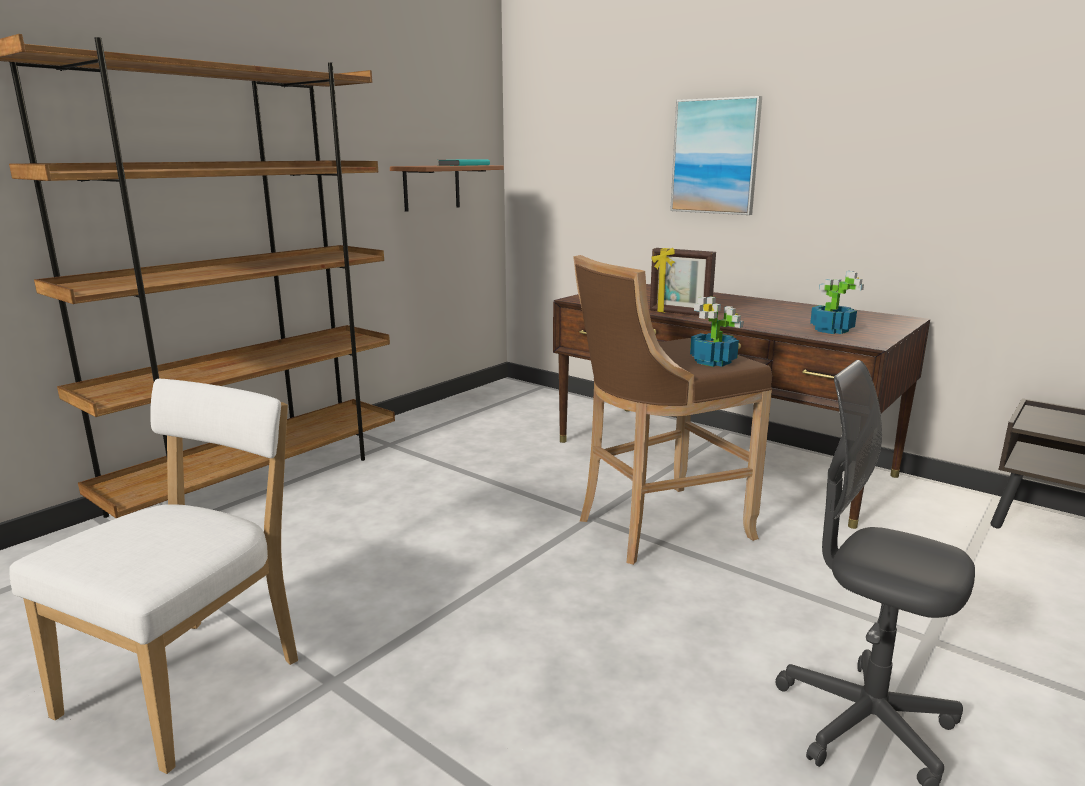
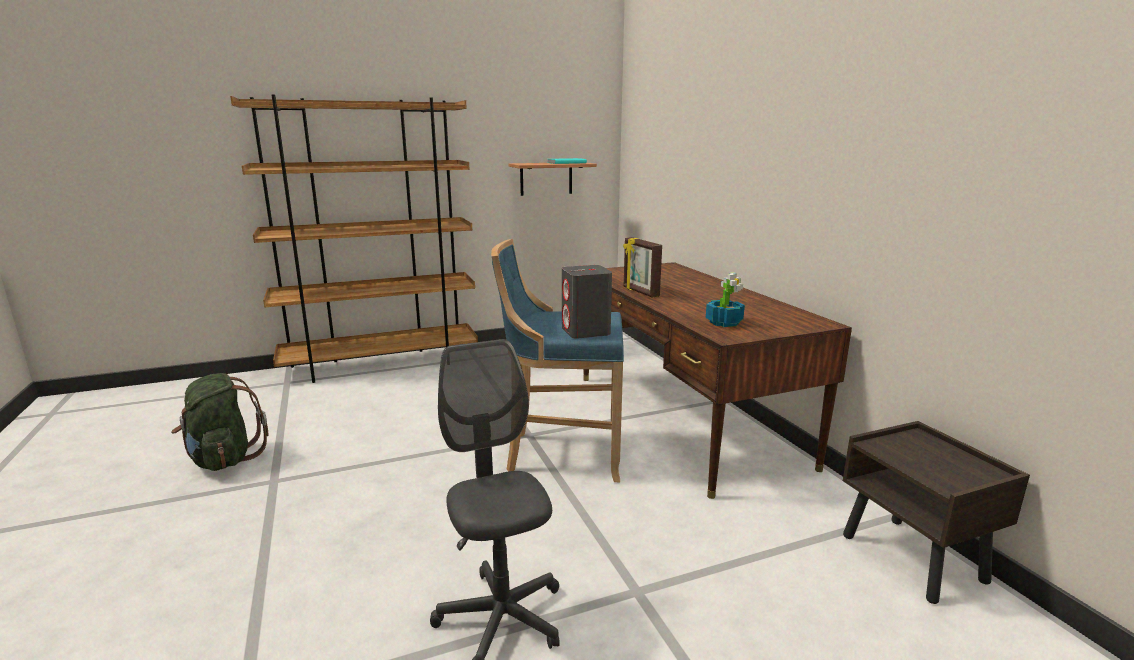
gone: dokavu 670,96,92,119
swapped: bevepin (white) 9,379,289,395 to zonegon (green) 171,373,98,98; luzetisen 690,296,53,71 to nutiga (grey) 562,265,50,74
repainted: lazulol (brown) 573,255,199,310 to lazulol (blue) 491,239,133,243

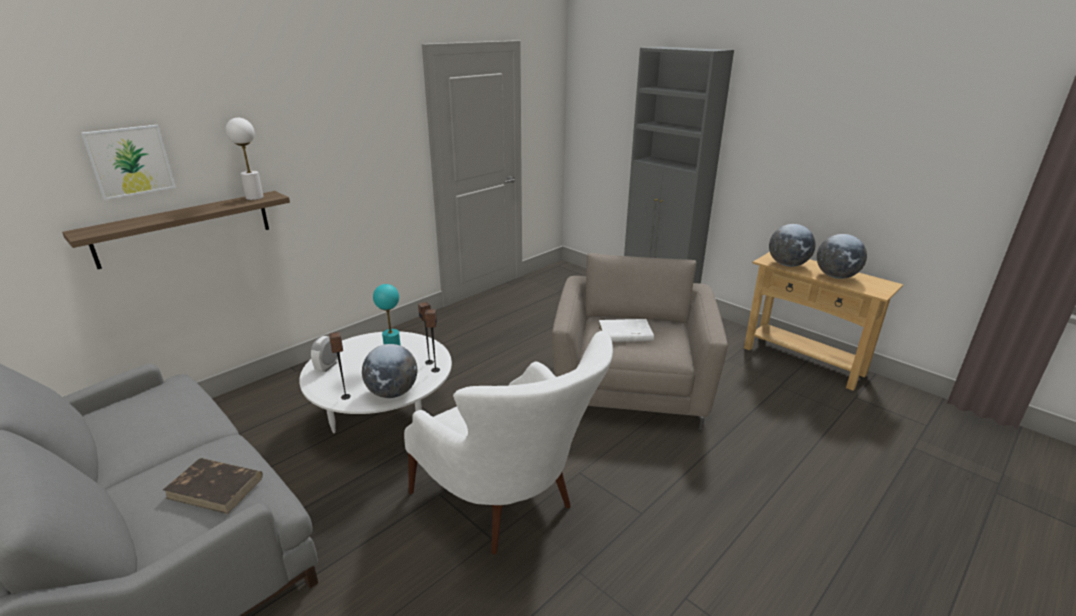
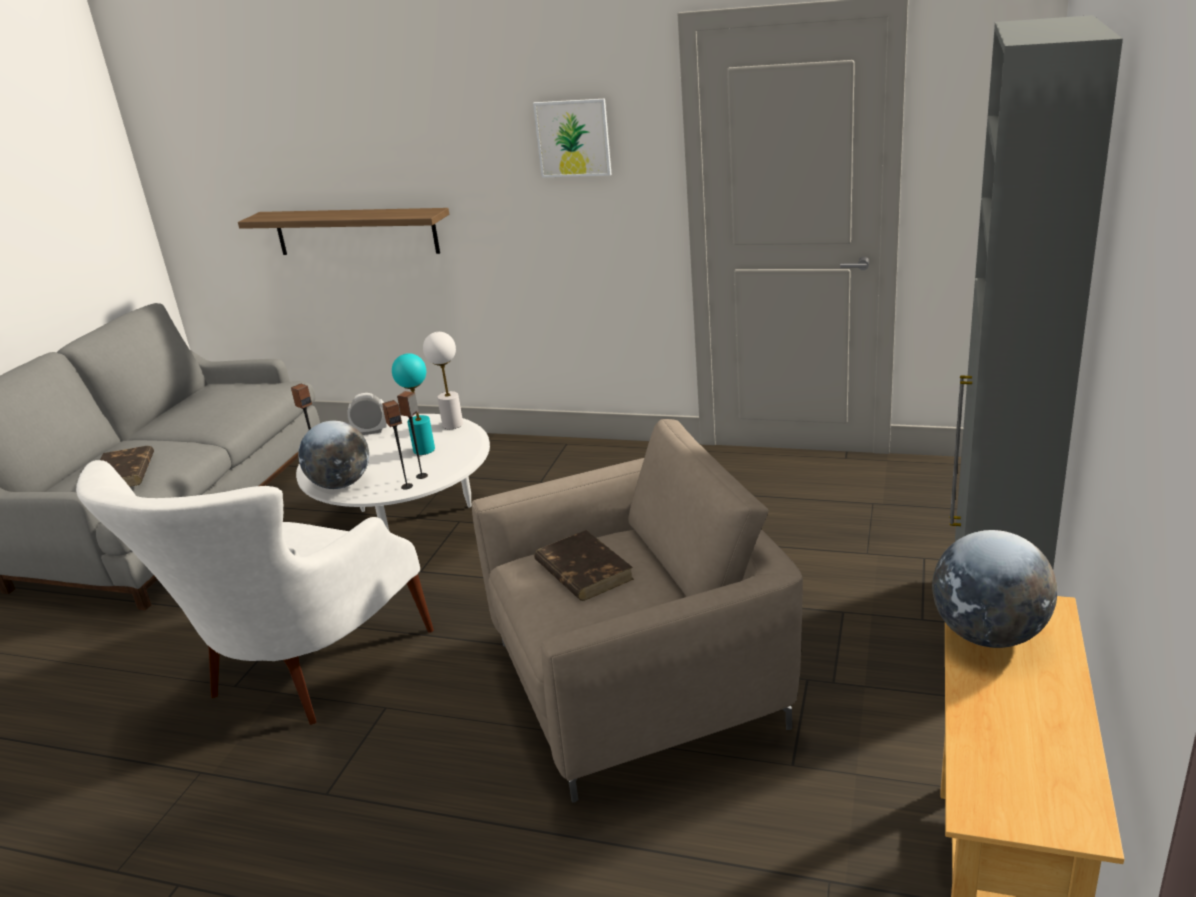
gone: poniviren 817,234,50,45
shifted: dokavu 81,125,95,75 to 533,99,78,79; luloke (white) 226,118,38,82 to 423,332,40,97
repainted: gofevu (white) 599,319,55,23 to gofevu (brown) 534,530,100,71

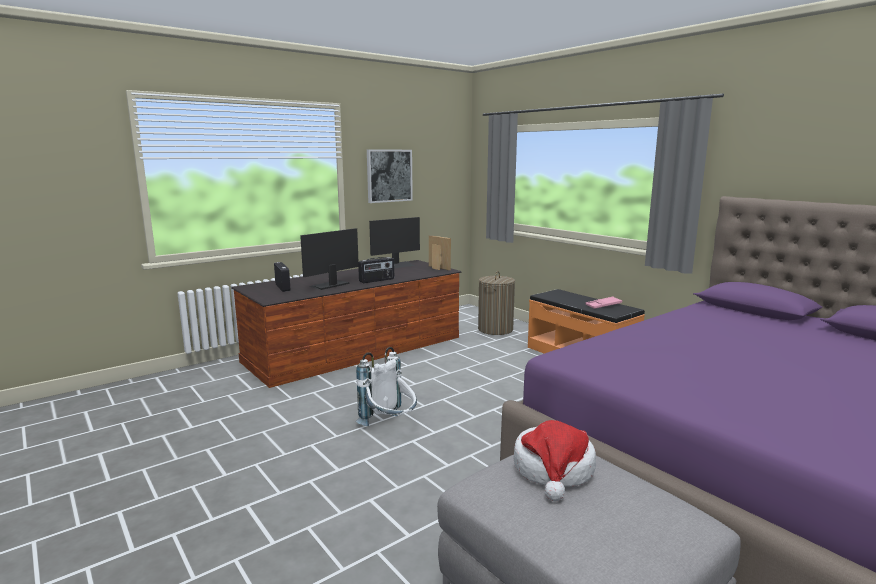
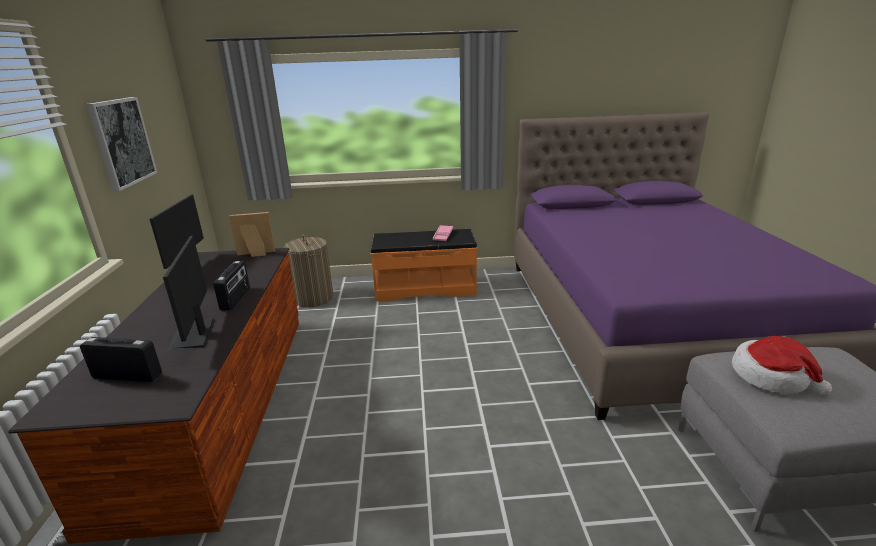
gone: zonegon (white) 356,347,61,79

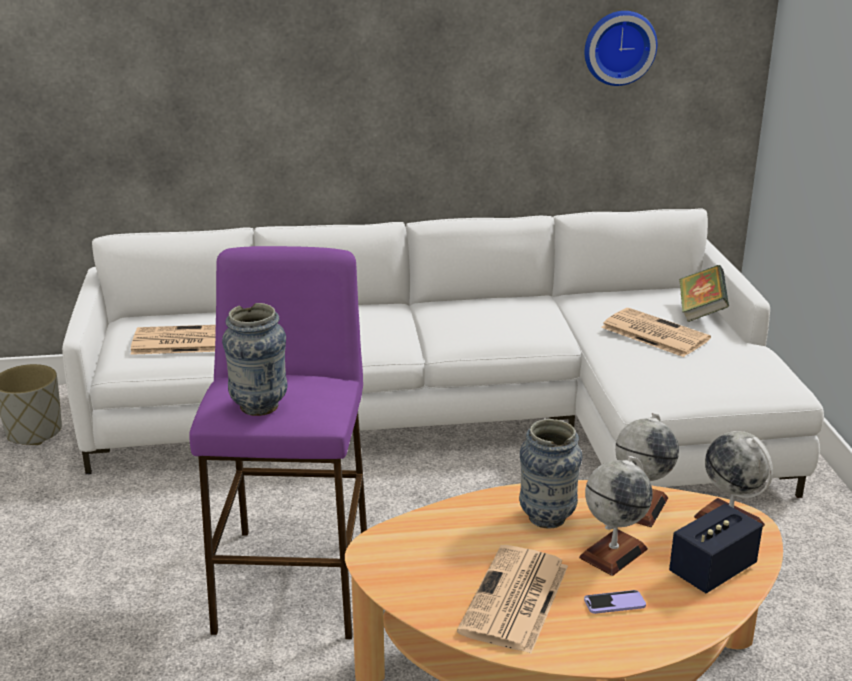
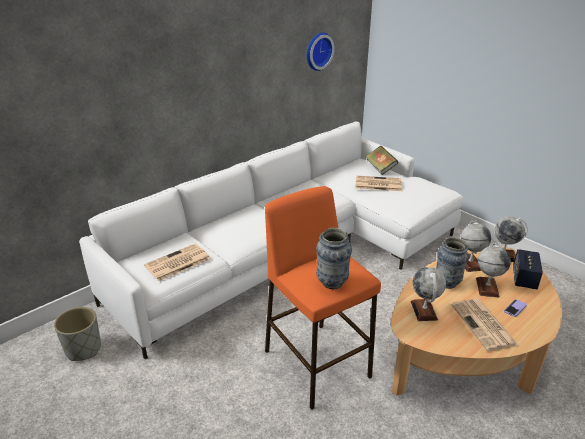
new: poniviren 411,267,35,54
repainted: lazulol (purple) 189,246,178,393 to lazulol (orange) 265,186,116,224

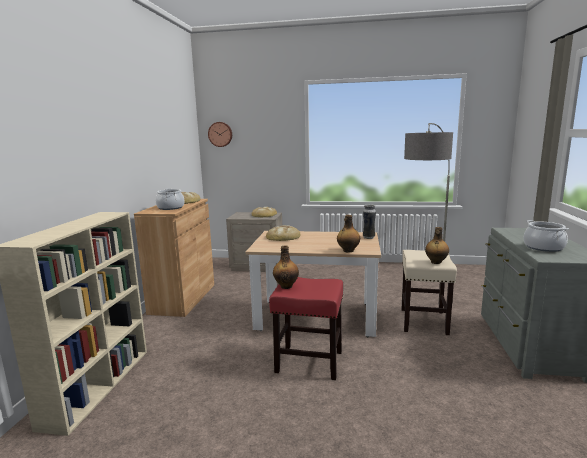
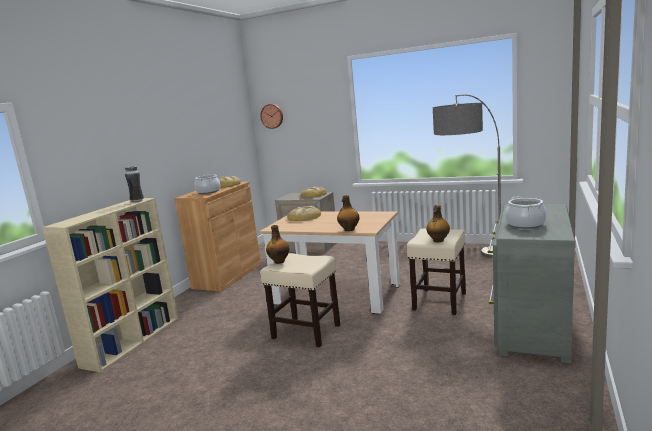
shifted: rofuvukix 363,204,13,35 to 125,166,19,37
repainted: lazulol (red) 269,277,74,103 to lazulol (beige) 260,253,80,94

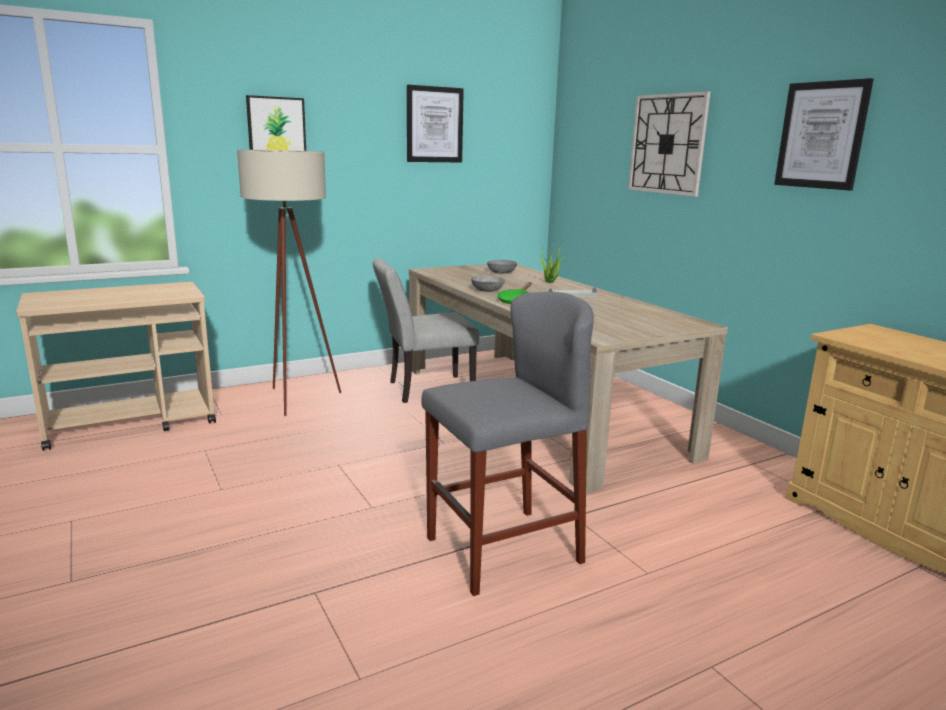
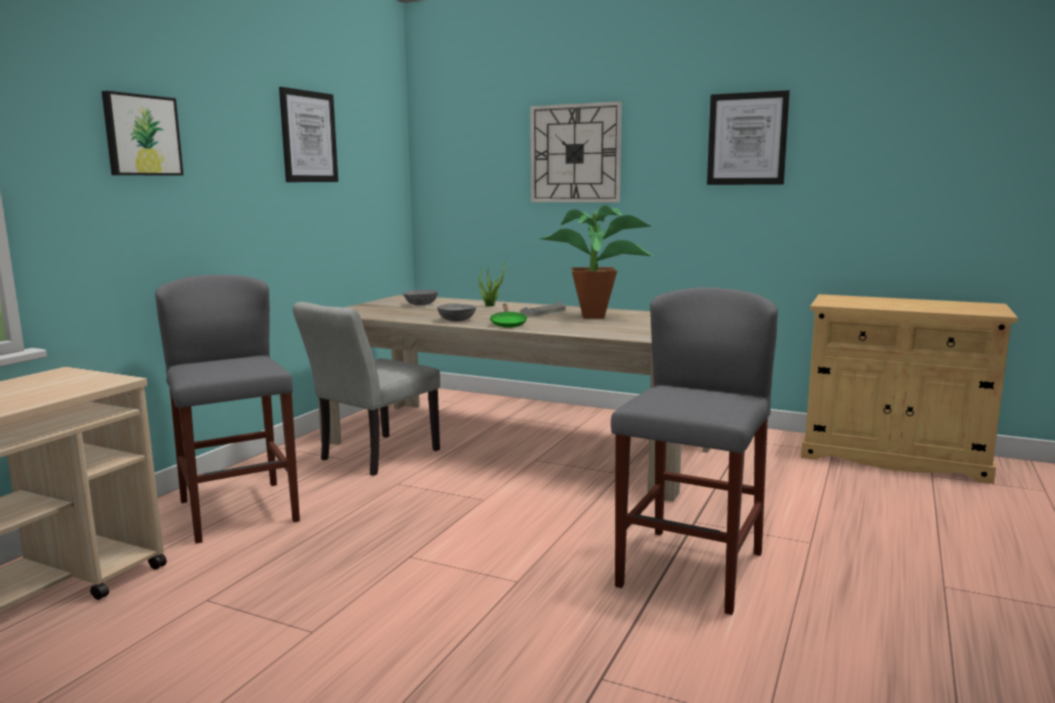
new: luzetisen 539,205,114,114
swapped: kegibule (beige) 237,150,104,266 to lazulol (grey) 155,275,145,269

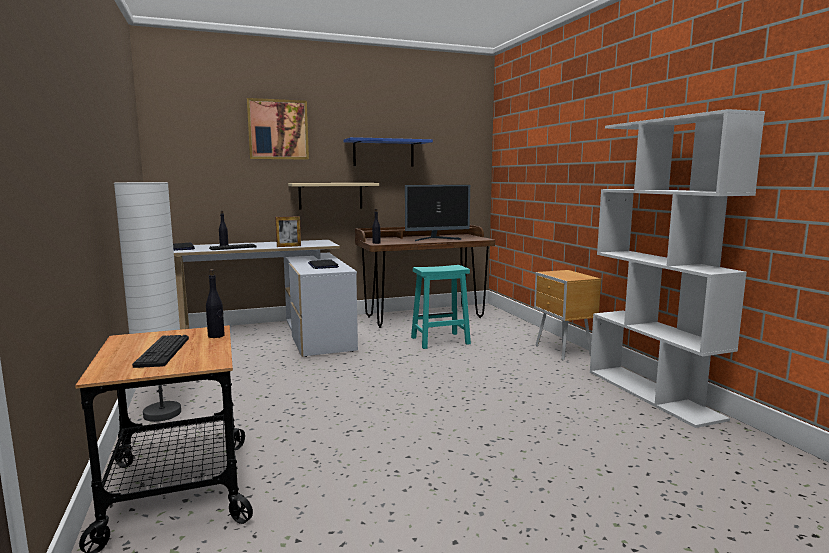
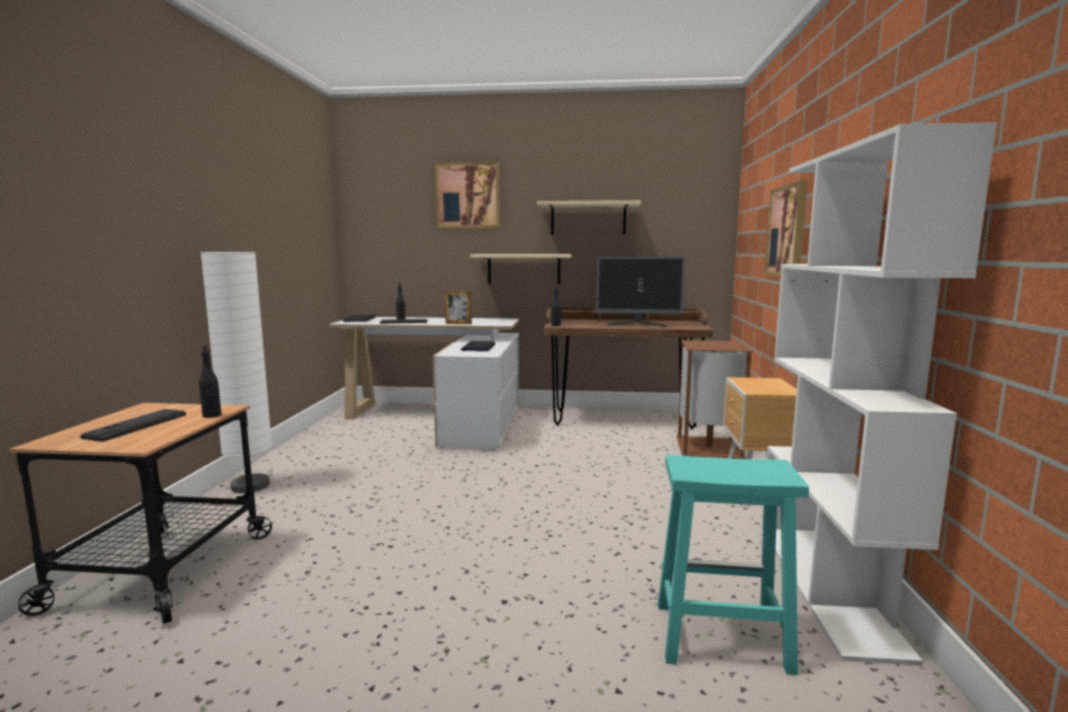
new: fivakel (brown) 676,340,78,119; dokavu 764,181,43,95
shifted: lazulol (turquoise) 411,265,60,84 to 658,455,151,220
repainted: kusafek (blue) 343,137,90,30 to kusafek (beige) 537,200,104,35

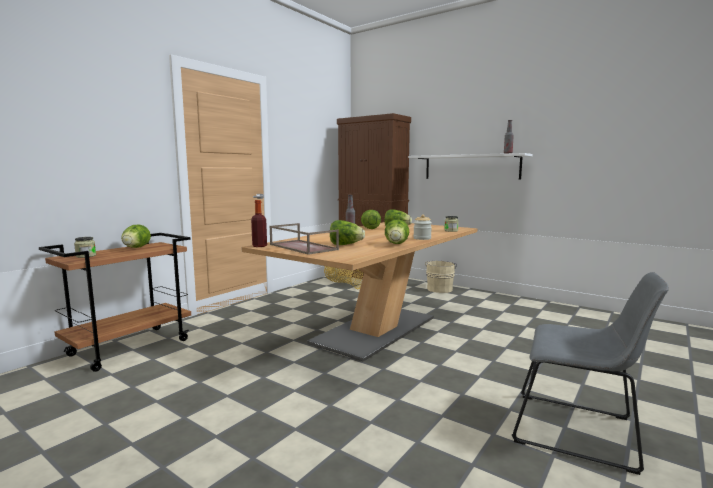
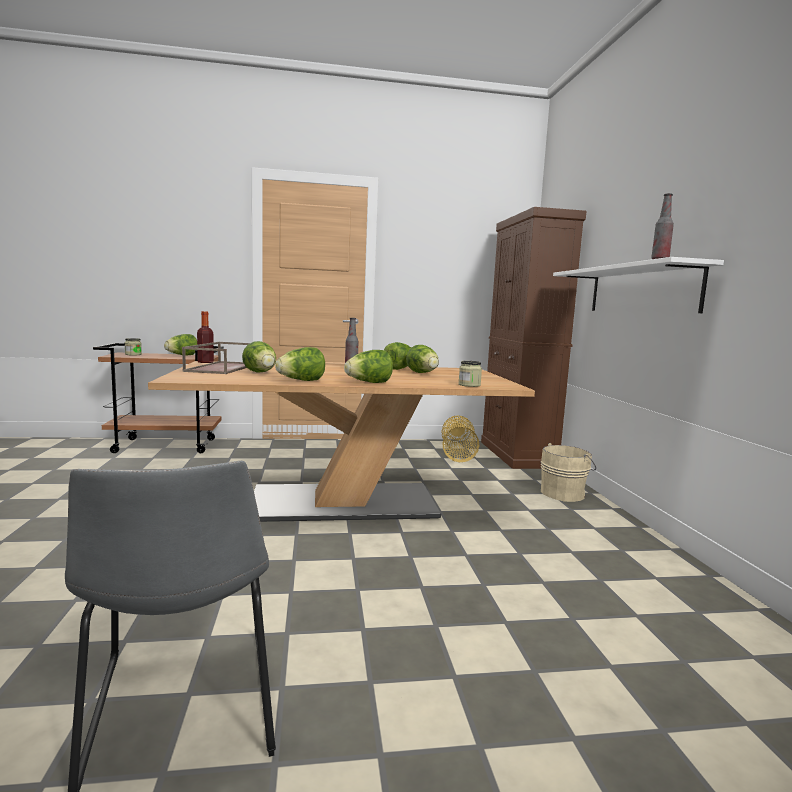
swapped: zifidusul 413,214,19,26 to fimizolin 344,350,49,33

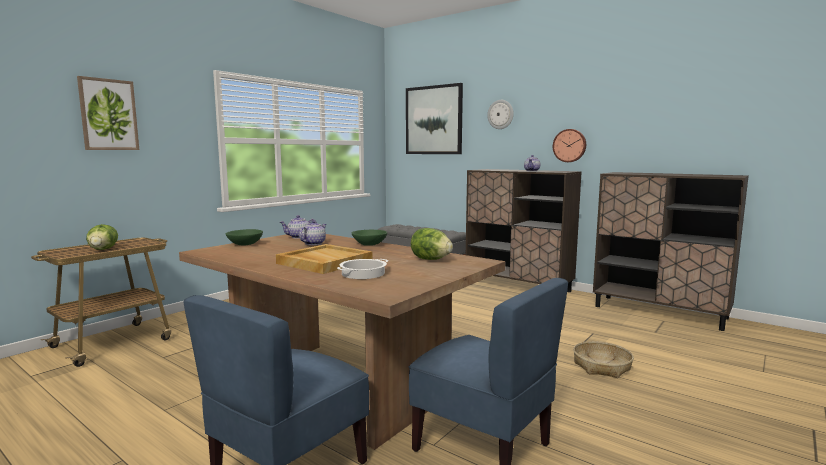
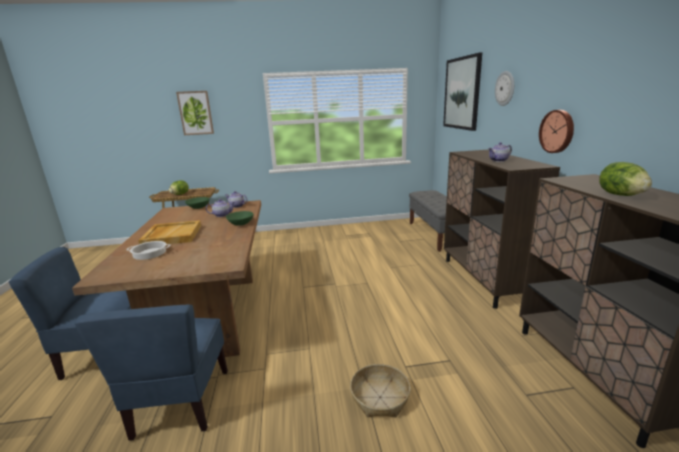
shifted: fimizolin 411,228,42,32 to 599,162,53,34

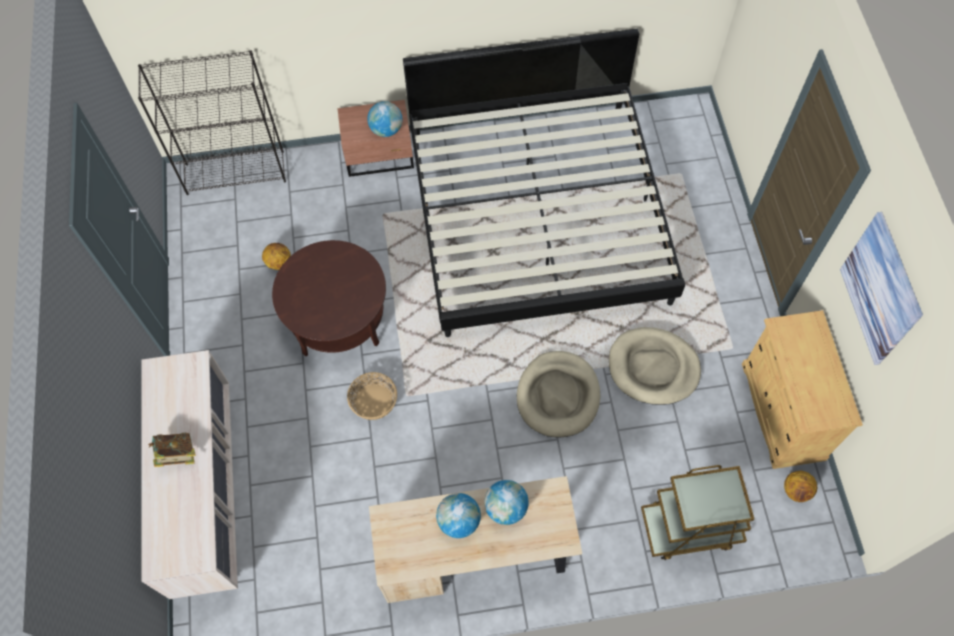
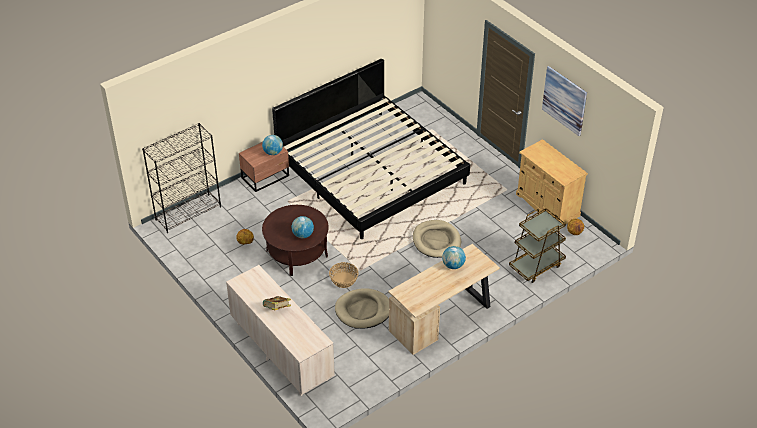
shifted: poniviren 436,493,45,45 to 292,216,22,22; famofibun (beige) 609,327,92,78 to 335,288,55,41

